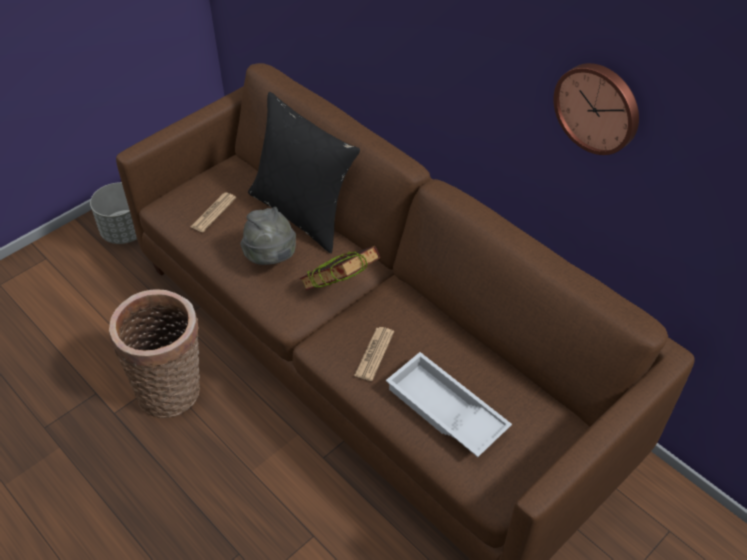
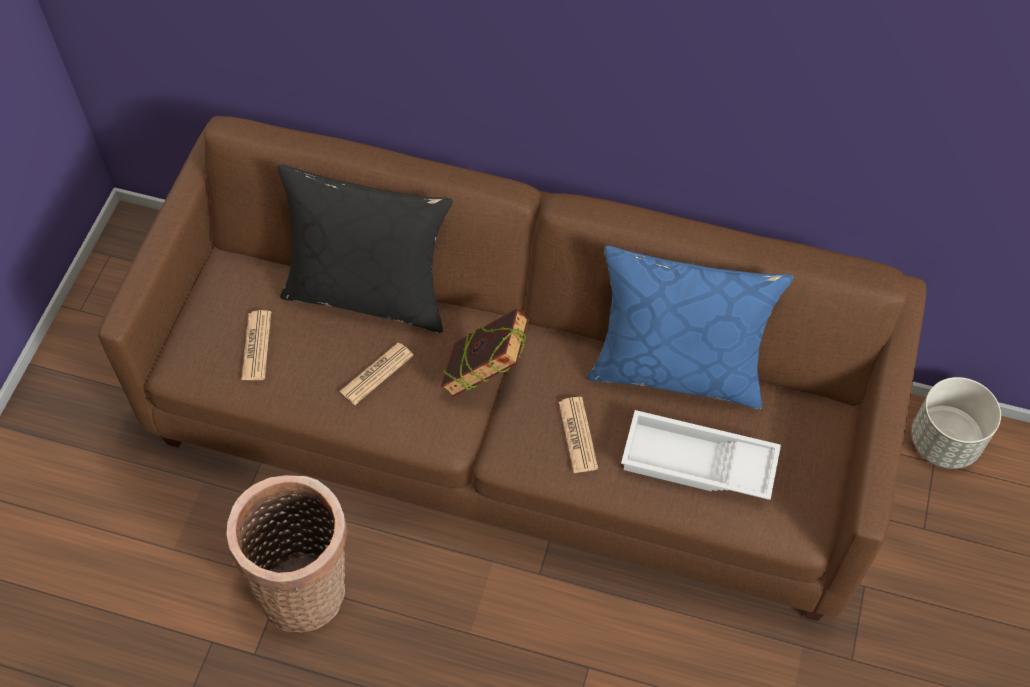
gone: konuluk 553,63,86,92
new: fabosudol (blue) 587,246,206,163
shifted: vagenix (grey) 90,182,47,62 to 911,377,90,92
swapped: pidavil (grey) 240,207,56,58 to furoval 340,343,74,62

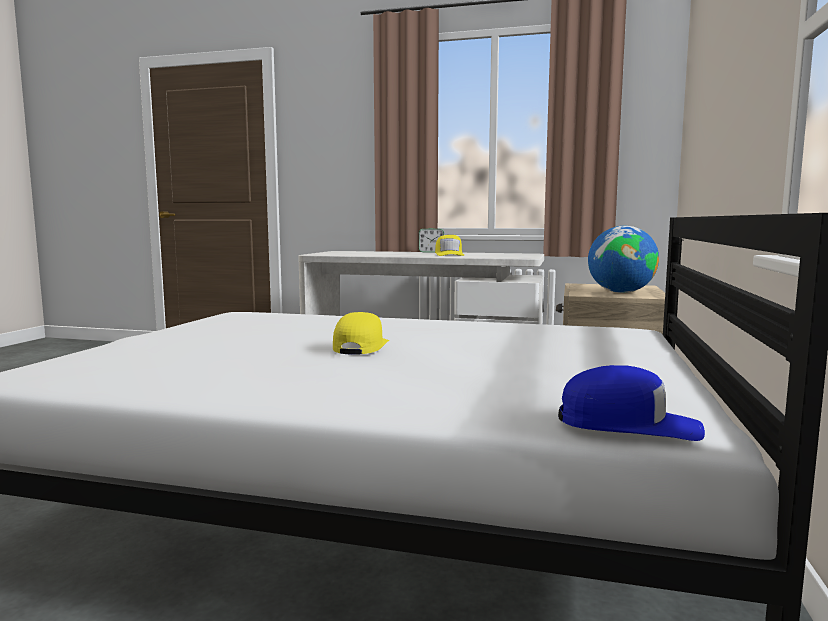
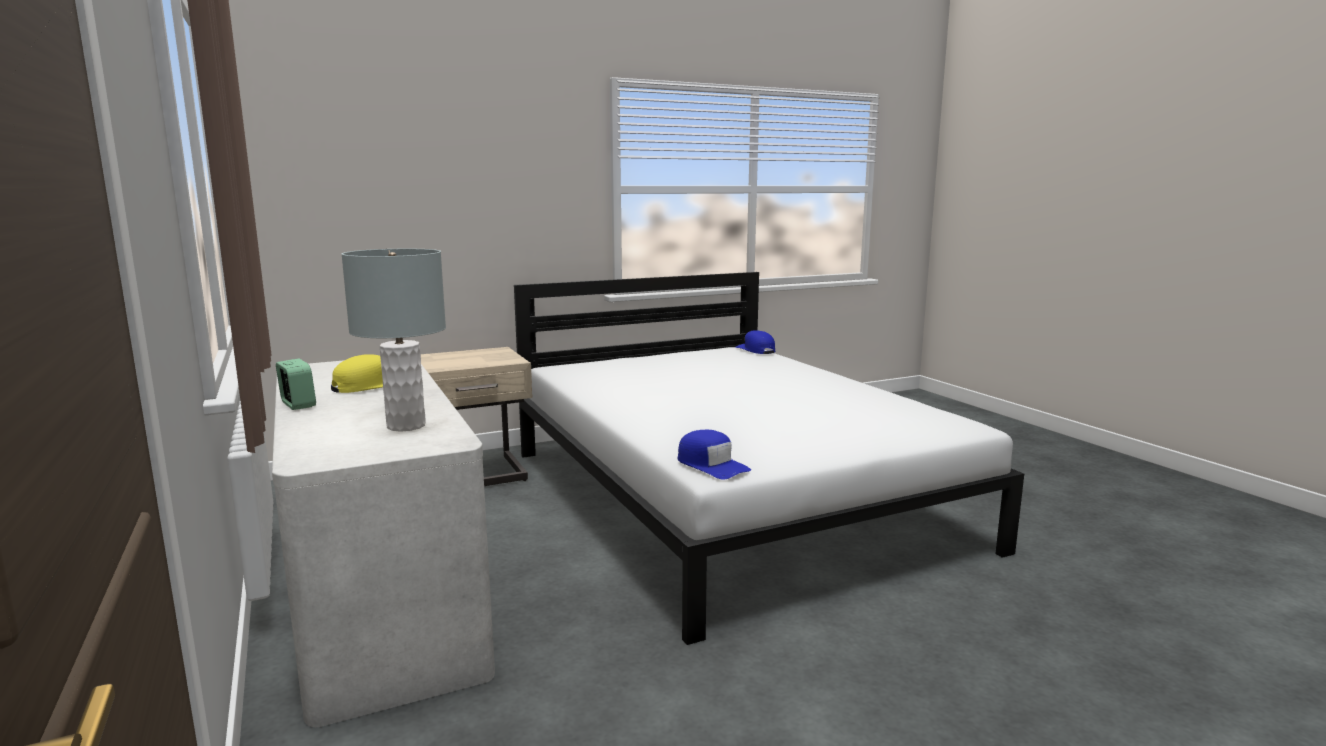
gone: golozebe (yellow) 333,312,56,43; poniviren 588,226,71,67
new: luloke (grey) 341,249,105,183; golozebe (blue) 677,429,74,51

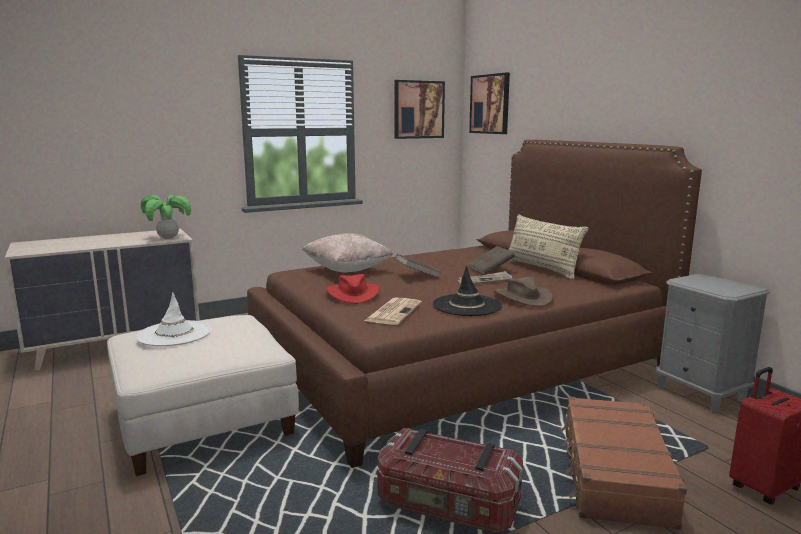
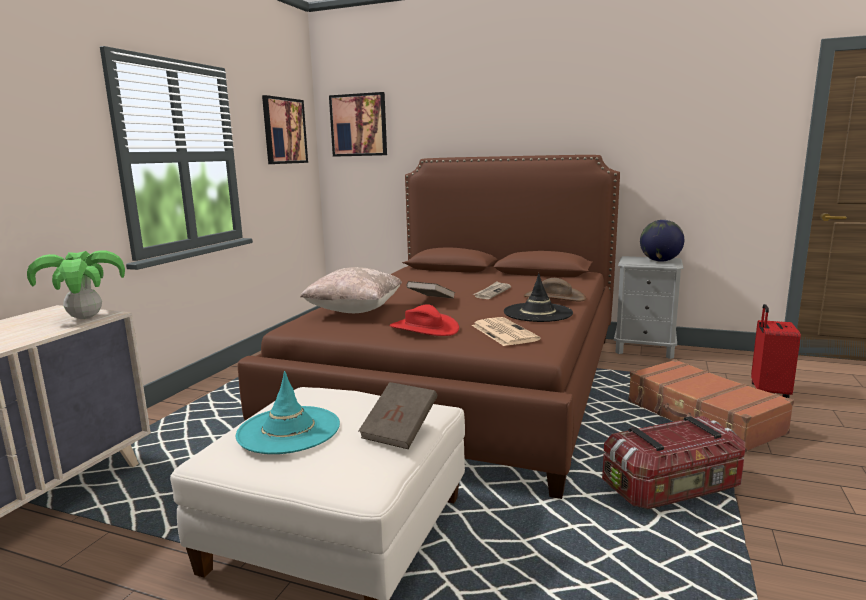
gone: fabosudol (beige) 507,214,82,65
new: poniviren 640,220,44,42
shifted: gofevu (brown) 468,246,47,29 to 358,382,79,67
repainted: pidavil (white) 136,292,75,54 to pidavil (turquoise) 236,371,104,83

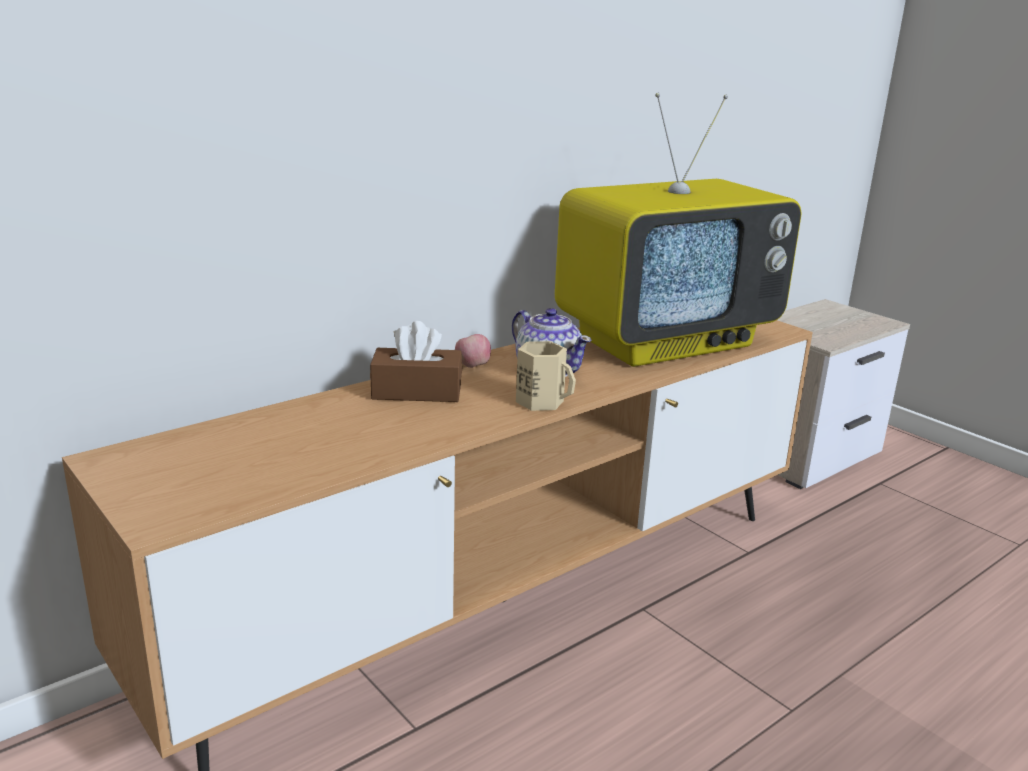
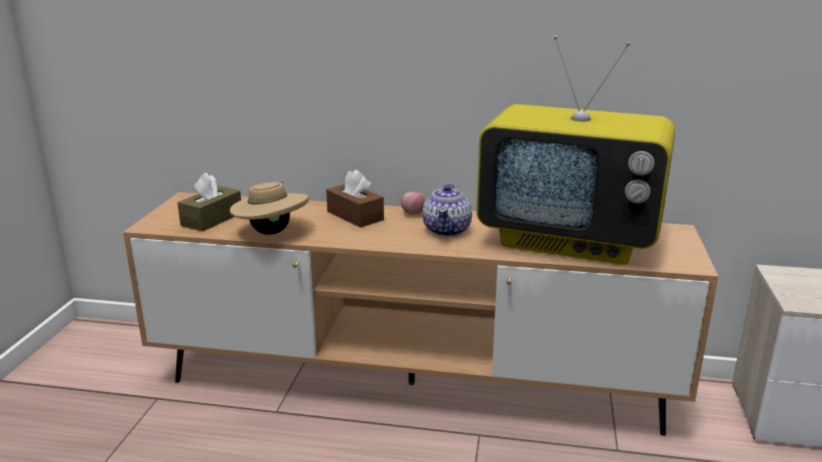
gone: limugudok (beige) 516,341,60,70
new: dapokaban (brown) 178,173,63,59; pidavil (beige) 230,177,79,58

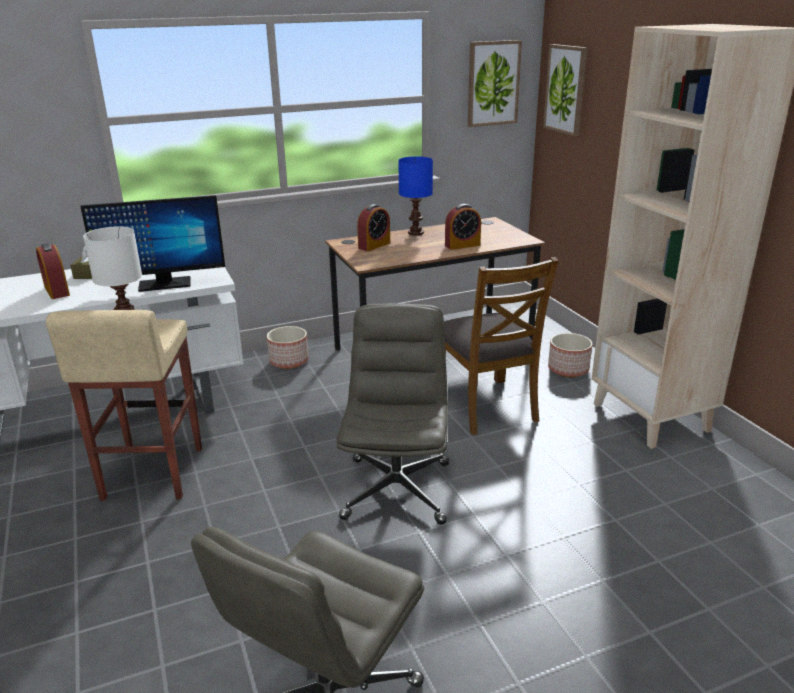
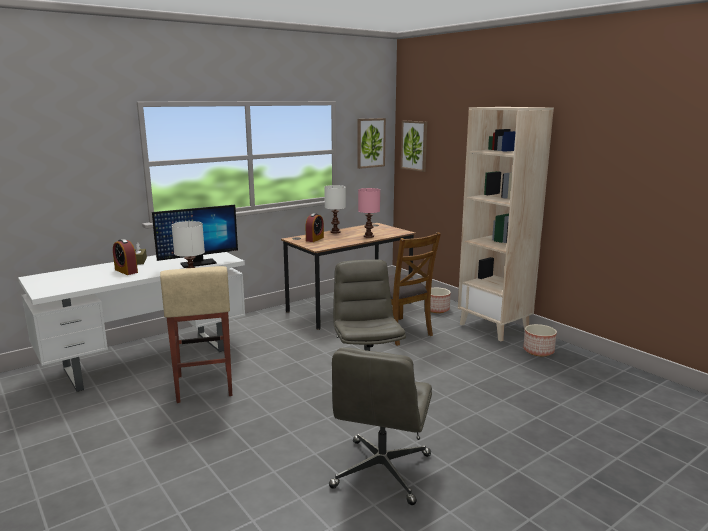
shifted: vagenix 267,326,42,43 to 523,324,34,32
swapped: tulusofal 445,204,36,46 to luloke (pink) 358,188,22,50
repainted: luloke (blue) 398,156,35,79 to luloke (white) 324,185,22,48

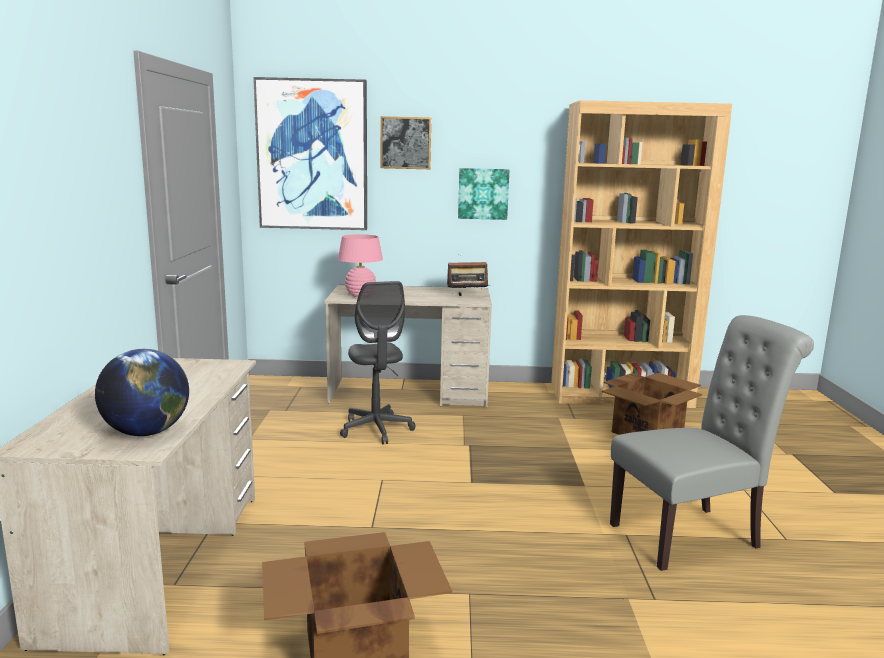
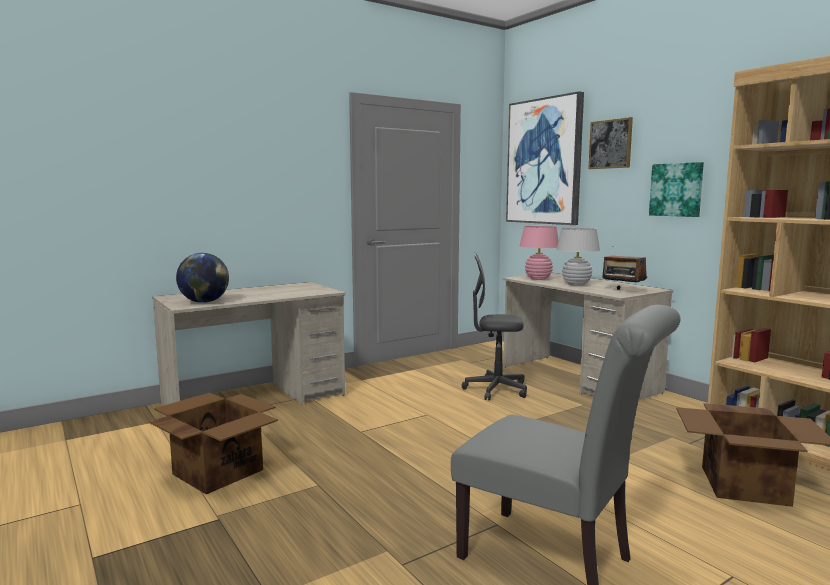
new: luloke (white) 556,228,44,58
rotated: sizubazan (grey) 340,281,75,163 = 462,253,65,148 60 degrees clockwise

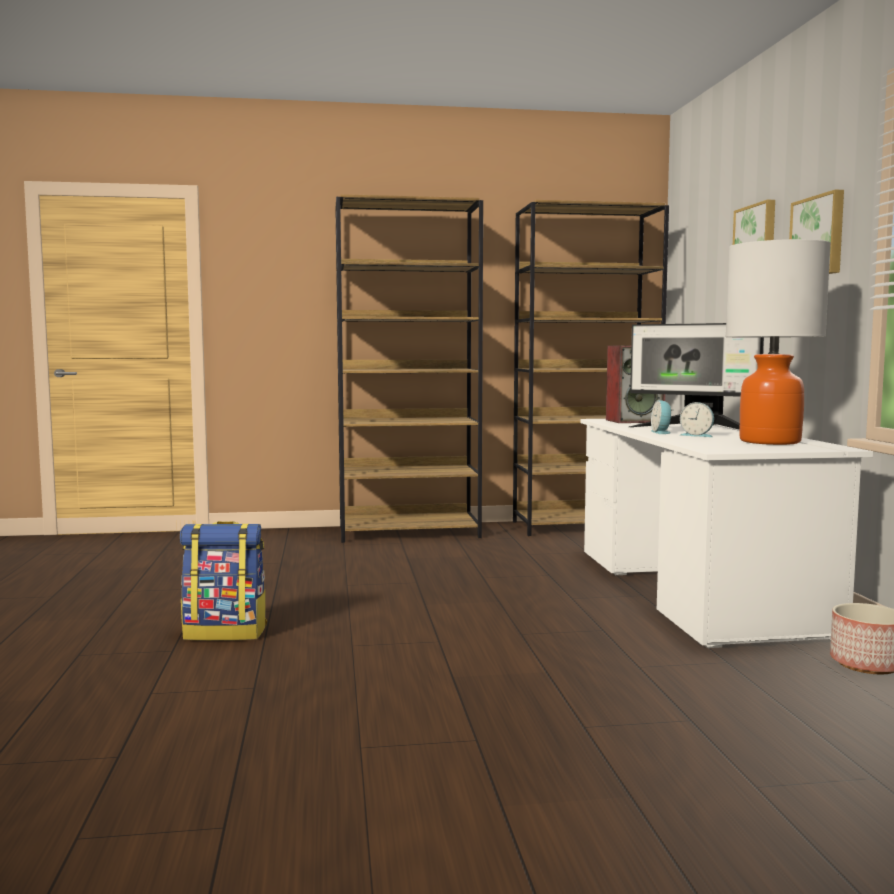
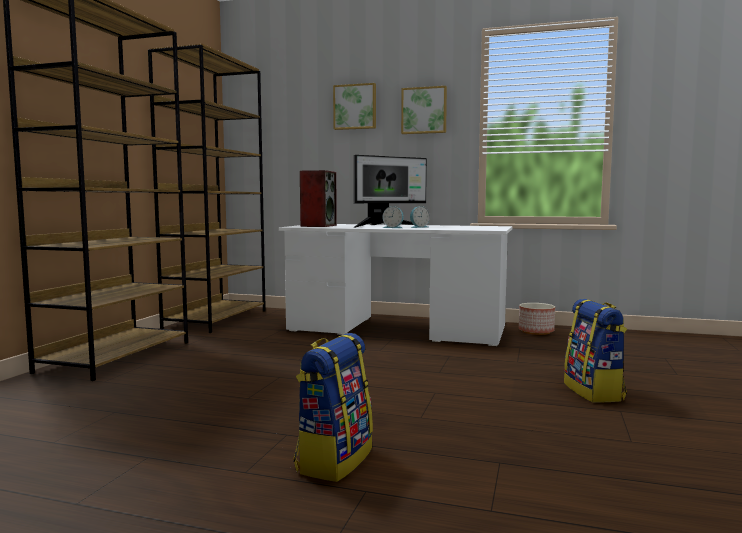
gone: luloke 726,239,105,206
new: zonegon 564,299,63,104

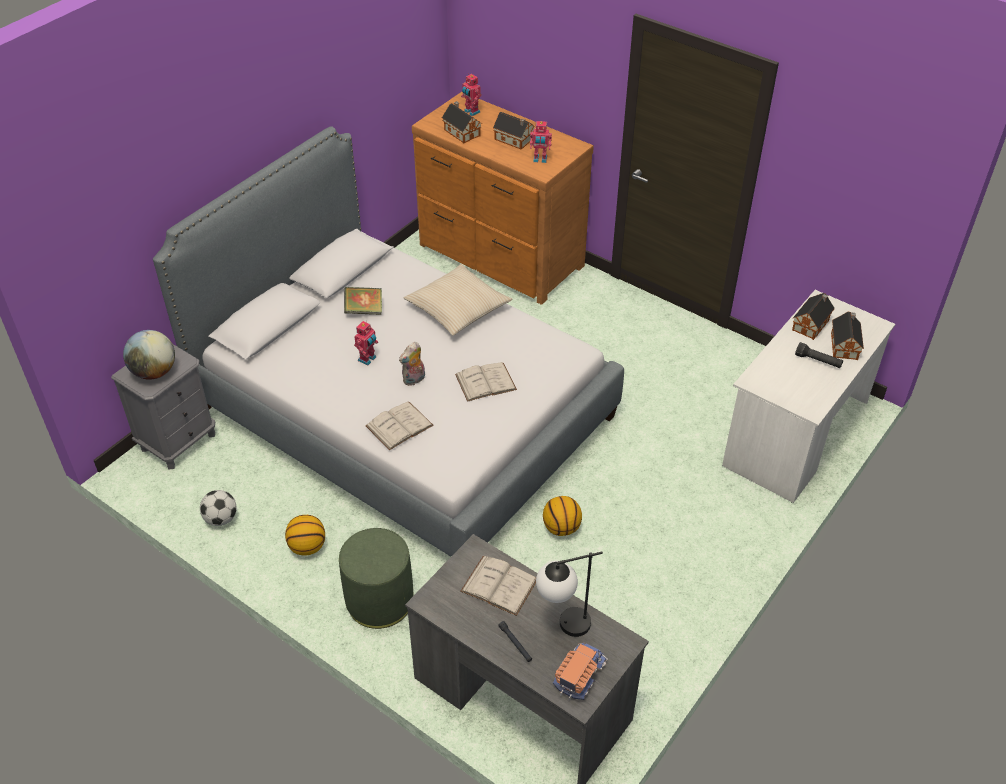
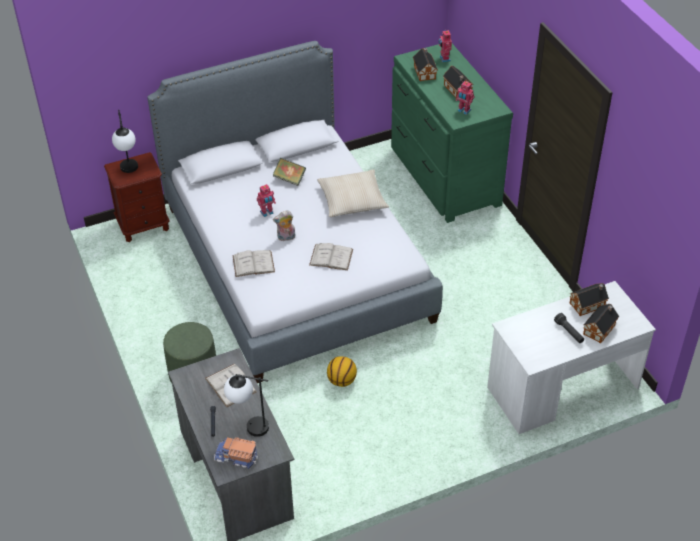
gone: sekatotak 200,490,37,36; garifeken 285,515,40,41
swapped: poniviren 123,330,52,49 to luloke 112,110,26,63
repainted: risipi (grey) 111,344,104,126 to risipi (brown) 104,152,66,90; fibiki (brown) 412,92,182,213 to fibiki (green) 391,44,122,179
rotated: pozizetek 553,643,55,58 = 213,437,45,32 135 degrees counterclockwise

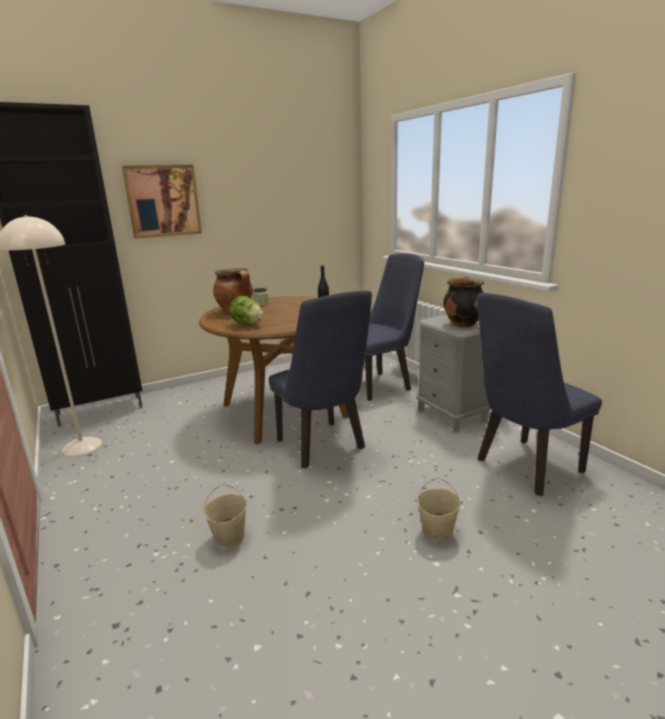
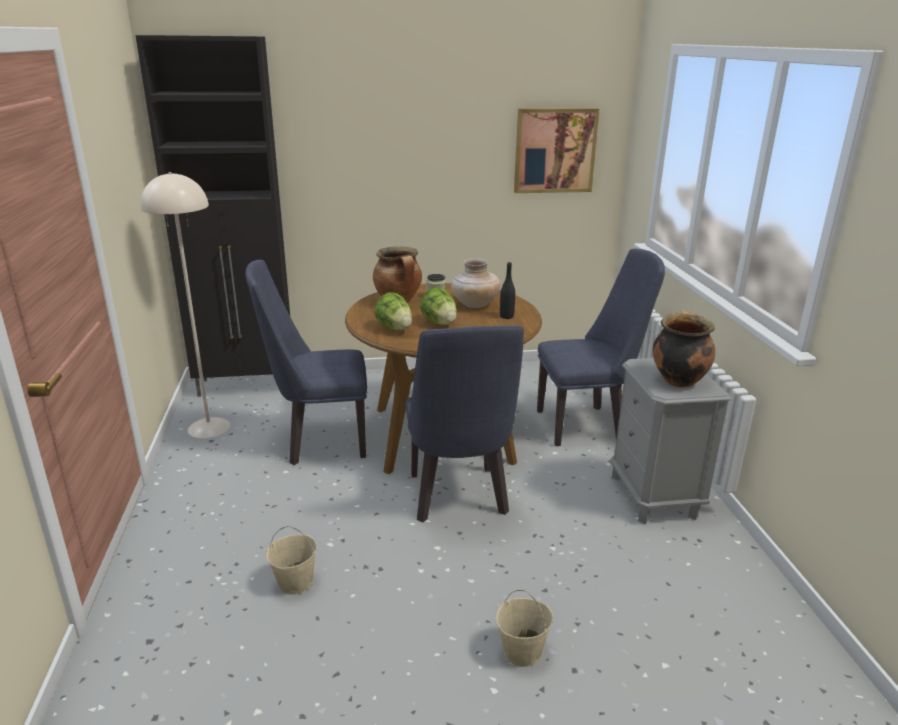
new: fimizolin 420,288,37,37; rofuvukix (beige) 451,258,50,50
shifted: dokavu 122,165,80,74 to 514,108,86,85; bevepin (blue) 477,293,125,203 to 245,260,122,205

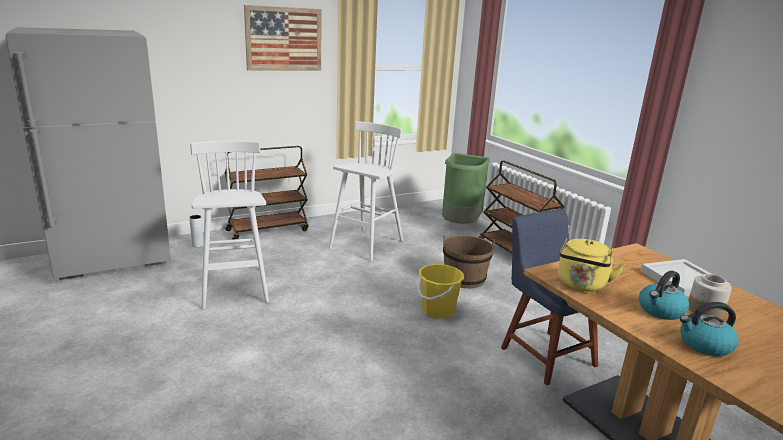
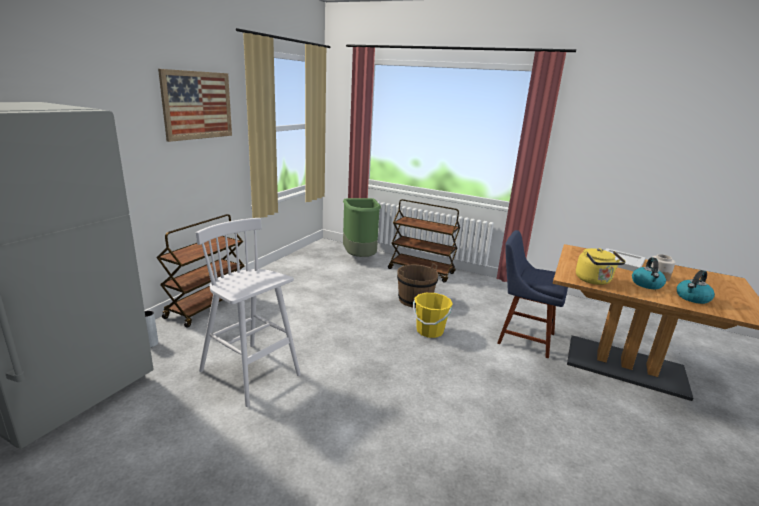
gone: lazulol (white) 329,121,74,141

